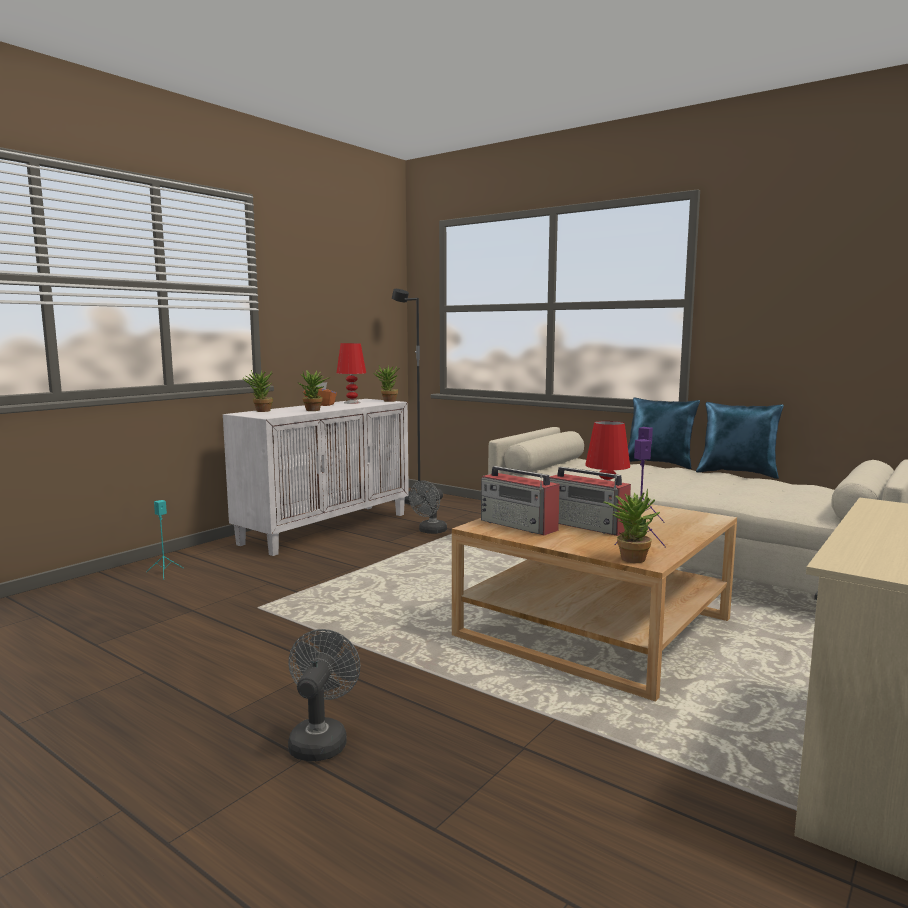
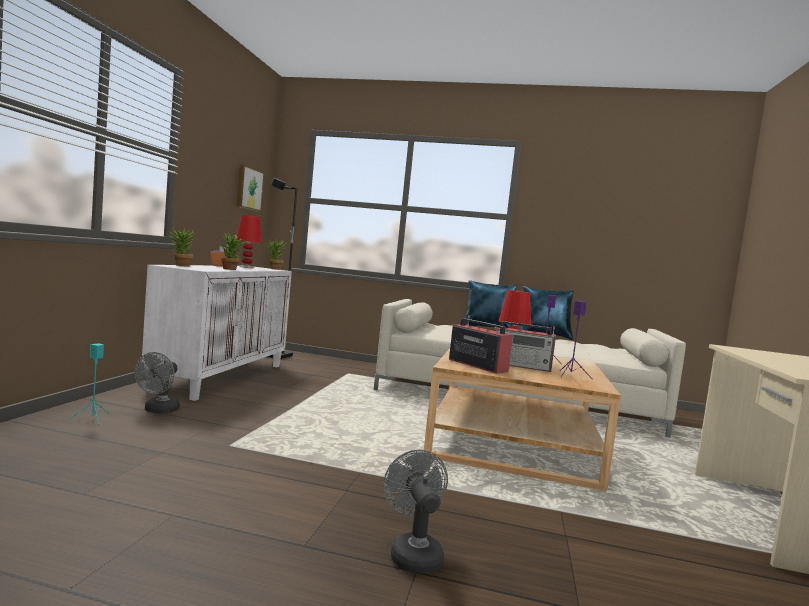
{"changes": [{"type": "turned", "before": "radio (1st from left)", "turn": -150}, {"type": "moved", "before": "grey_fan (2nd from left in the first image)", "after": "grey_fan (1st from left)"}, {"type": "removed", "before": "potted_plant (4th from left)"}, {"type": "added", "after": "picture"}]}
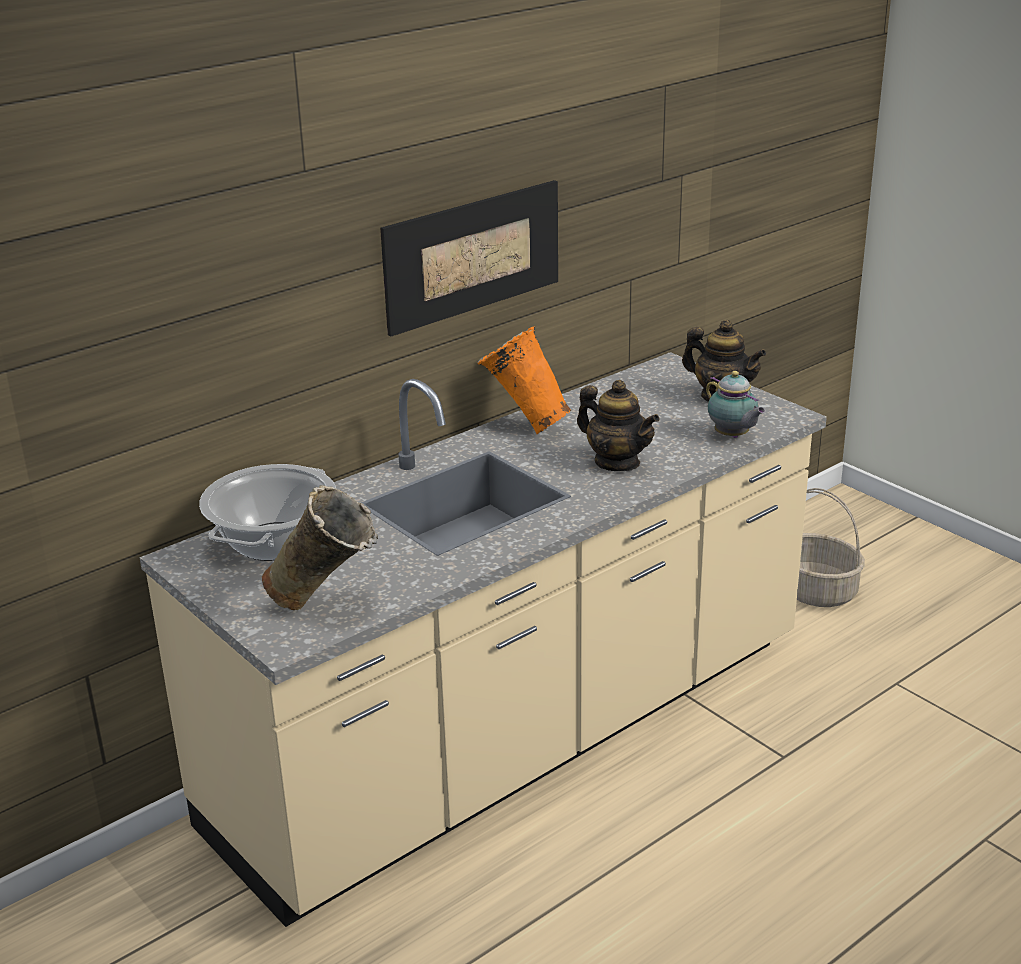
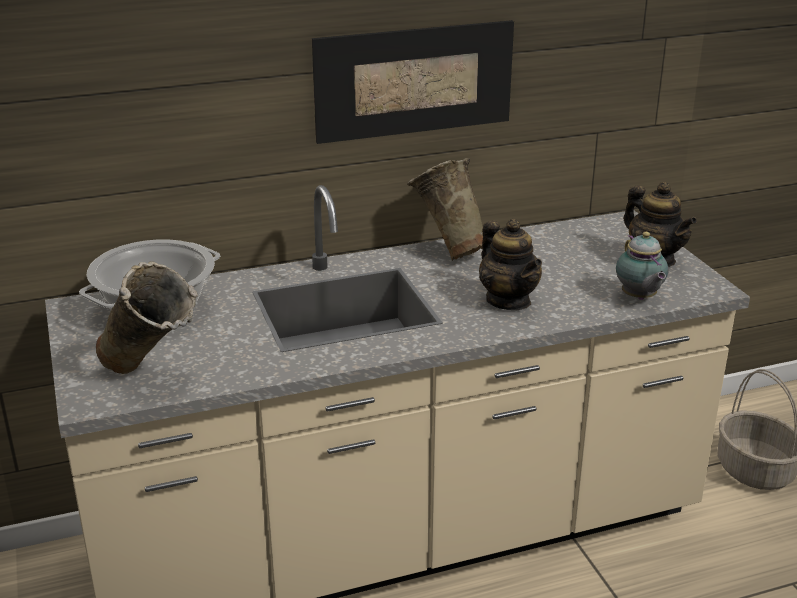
{"changes": [{"type": "recoloured", "before": "orange_vase", "after": "beige_vase (2nd from left)"}]}
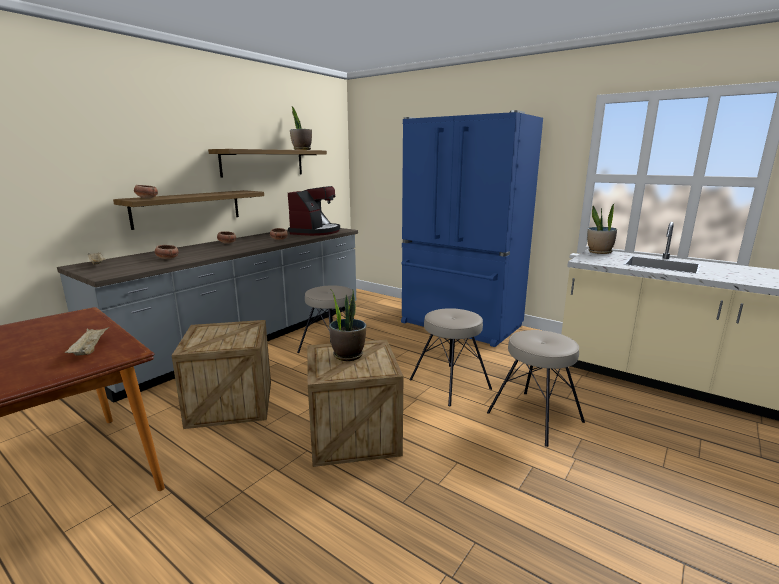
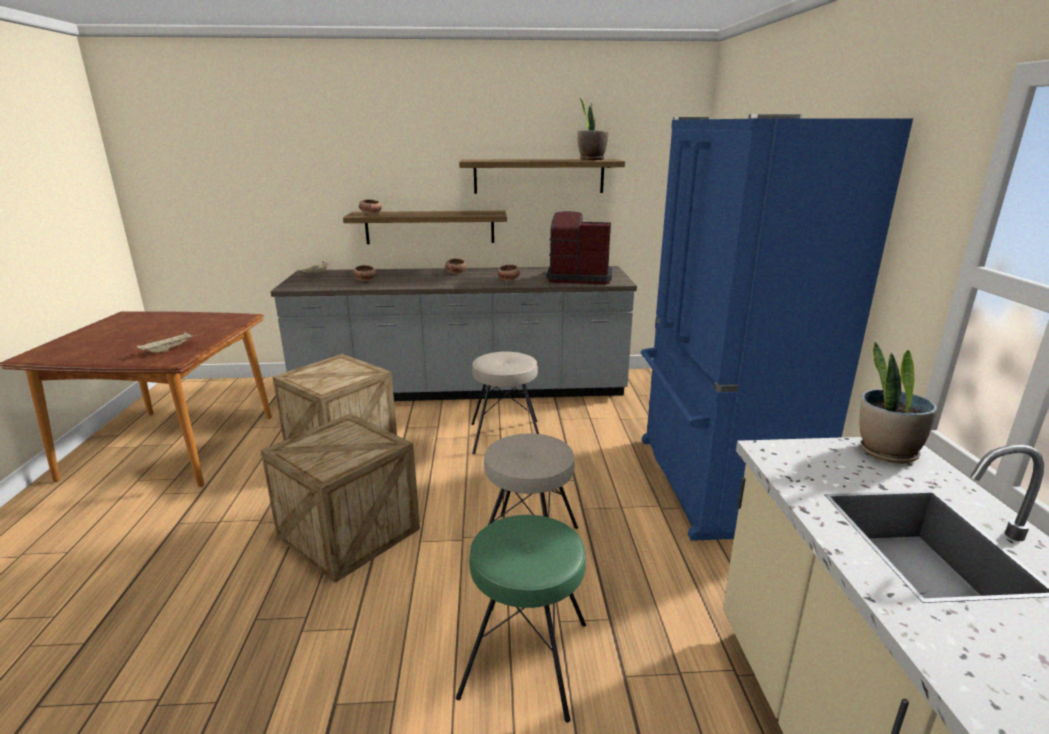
{"changes": [{"type": "turned", "before": "coffee_machine", "turn": -150}, {"type": "removed", "before": "potted_plant (2nd from left)"}, {"type": "recoloured", "before": "beige_stool (3rd from left)", "after": "green_stool"}]}
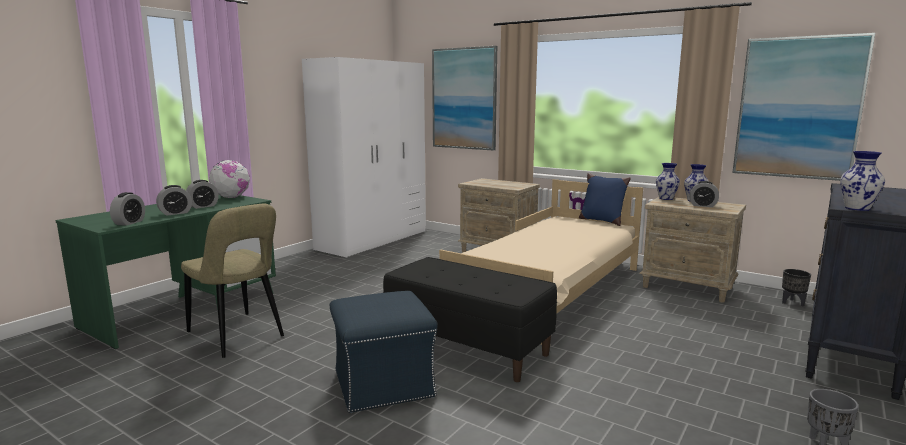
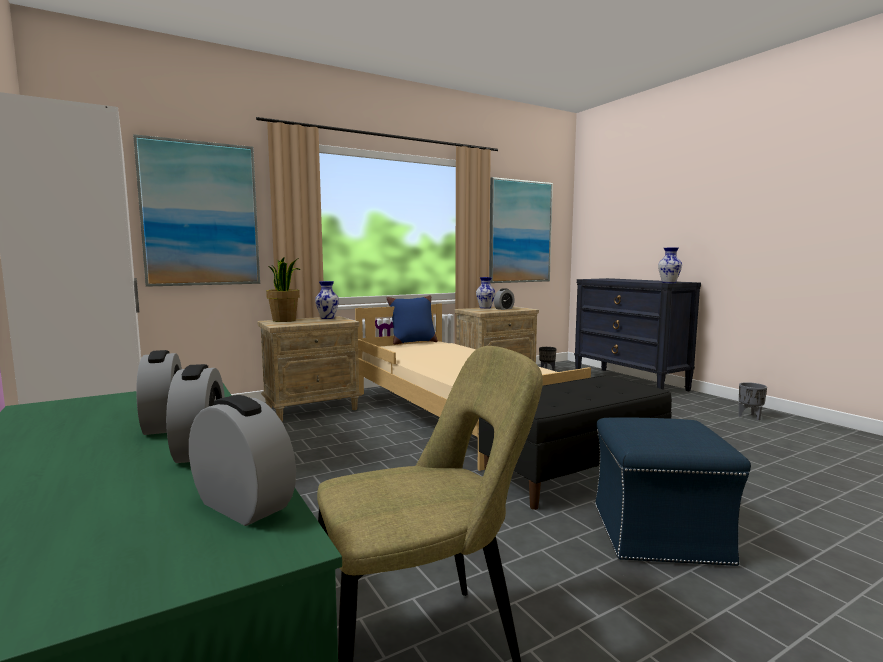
{"changes": [{"type": "removed", "before": "globe"}, {"type": "moved", "before": "vase (1st from left)"}, {"type": "added", "after": "potted_plant"}]}
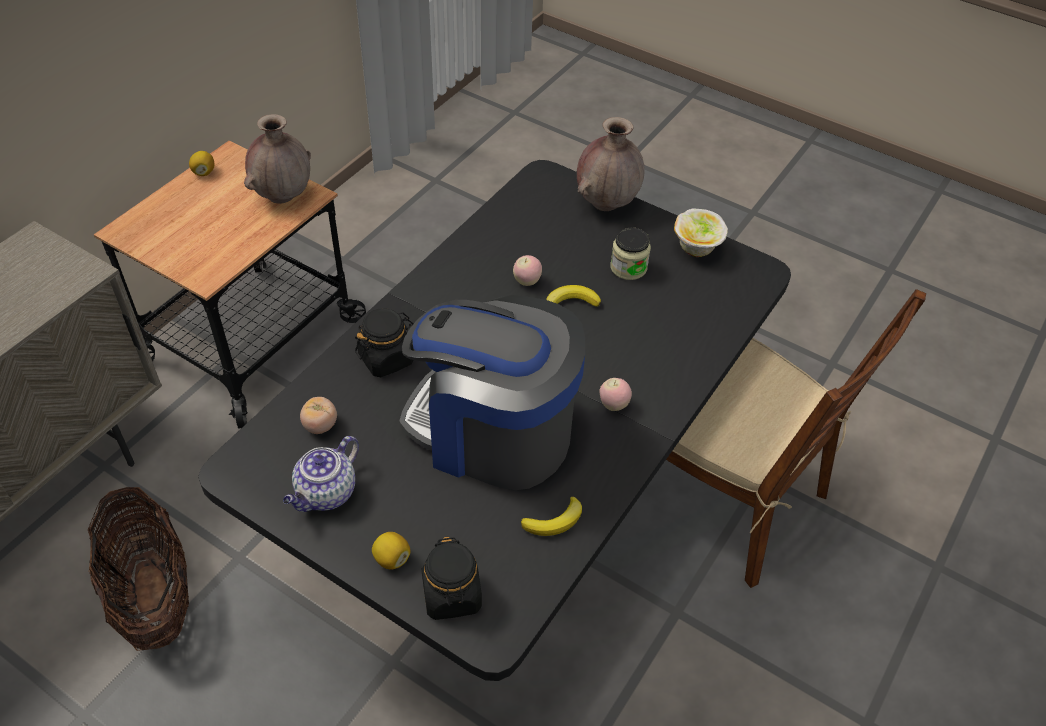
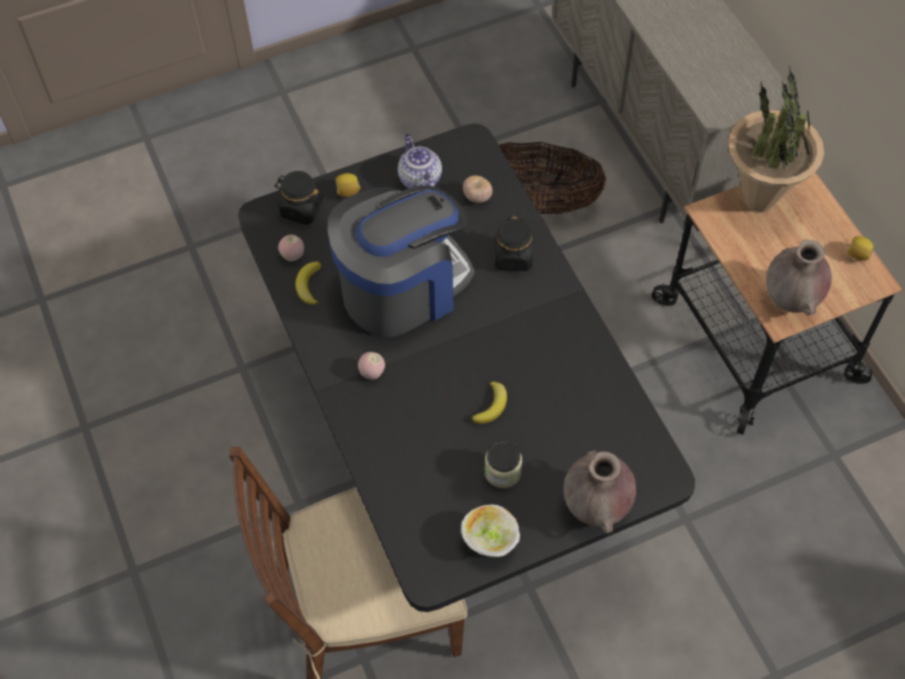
{"changes": [{"type": "moved", "before": "apple (1st from left)"}, {"type": "added", "after": "potted_plant"}]}
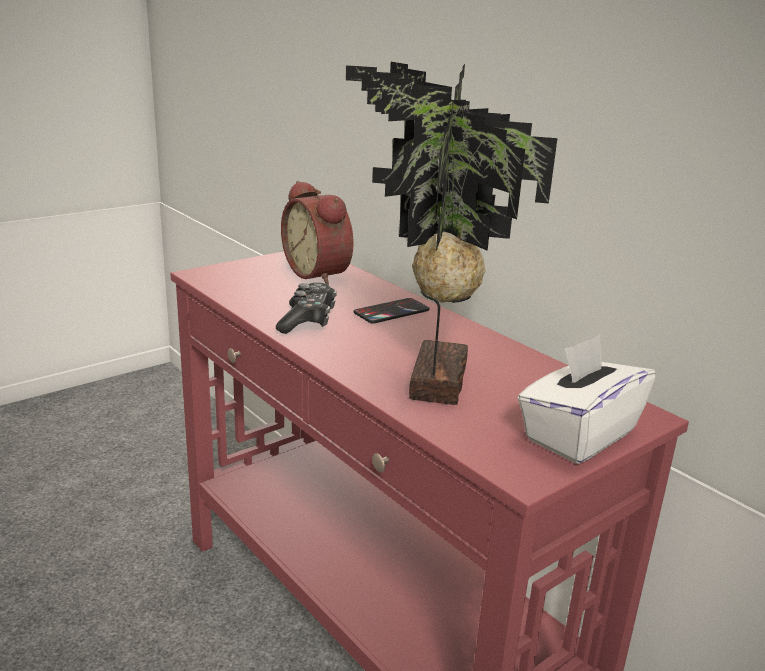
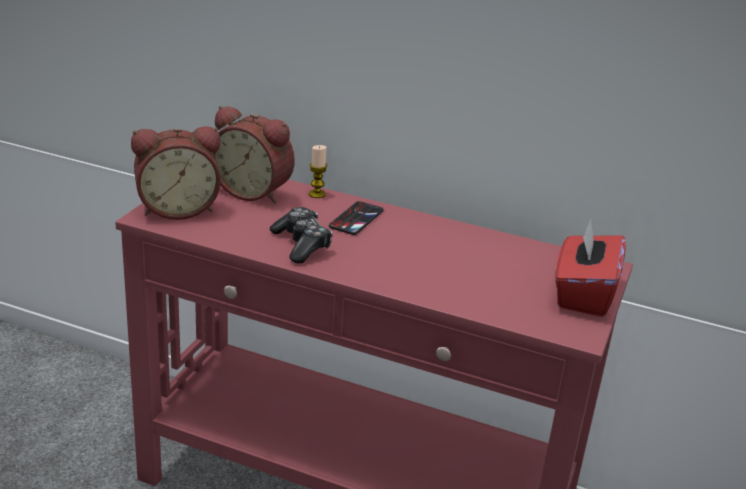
{"changes": [{"type": "removed", "before": "potted_plant"}, {"type": "recoloured", "before": "white_tissue_box", "after": "red_tissue_box"}, {"type": "added", "after": "alarm_clock (1st from left)"}, {"type": "added", "after": "candle"}]}
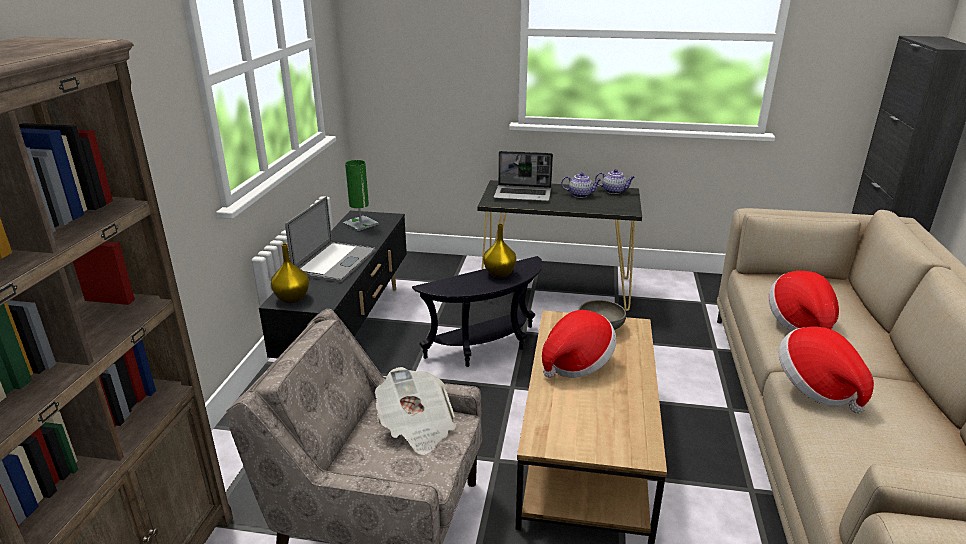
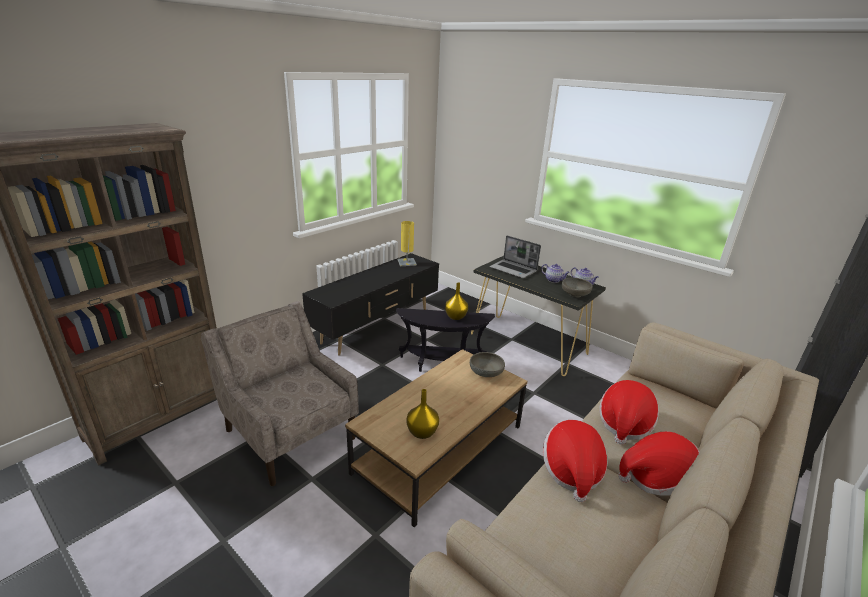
{"changes": [{"type": "recoloured", "before": "green_table_lamp", "after": "yellow_table_lamp"}, {"type": "removed", "before": "laptop (1st from left)"}, {"type": "moved", "before": "yellow_vase (1st from left)"}, {"type": "moved", "before": "hat (1st from left in the first image)", "after": "hat (3rd from left)"}, {"type": "removed", "before": "newspaper"}, {"type": "added", "after": "grey_bowl (2nd from left)"}]}
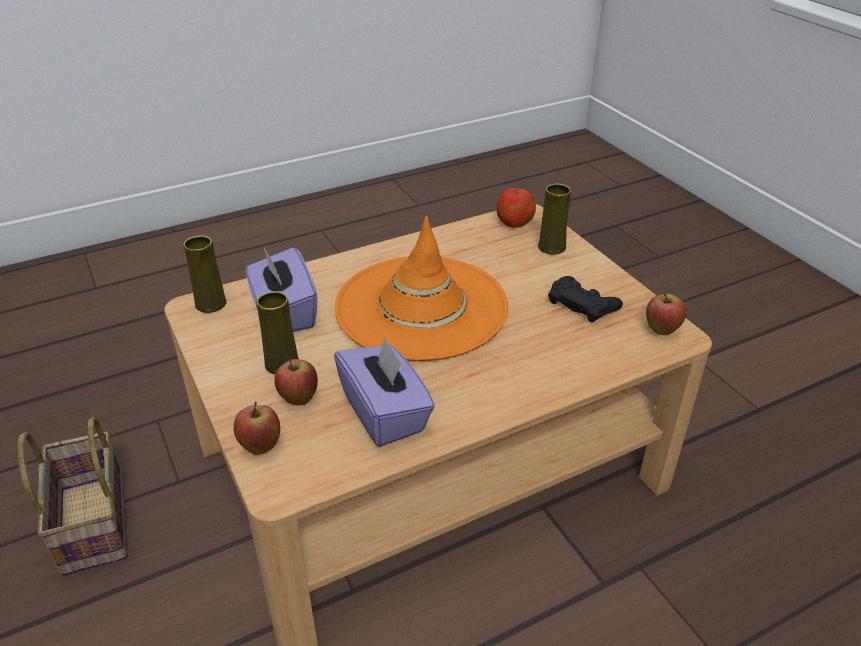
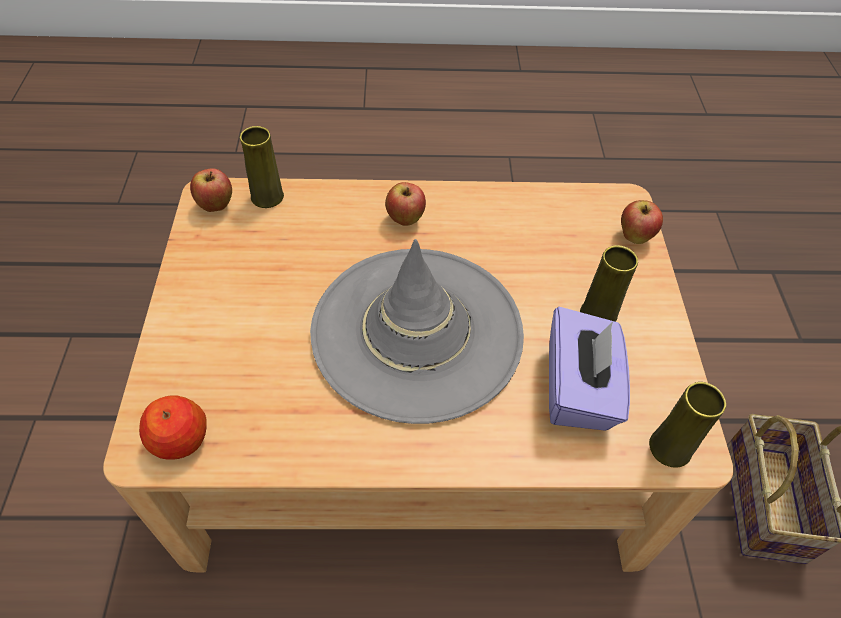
{"changes": [{"type": "moved", "before": "yellow_vase (3rd from left in the first image)", "after": "yellow_vase (1st from left)"}, {"type": "recoloured", "before": "orange_hat", "after": "grey_hat"}, {"type": "removed", "before": "black_game_controller"}, {"type": "removed", "before": "purple_tissue_box (2nd from left)"}, {"type": "moved", "before": "apple (2nd from left in the first image)", "after": "apple (3rd from left)"}]}
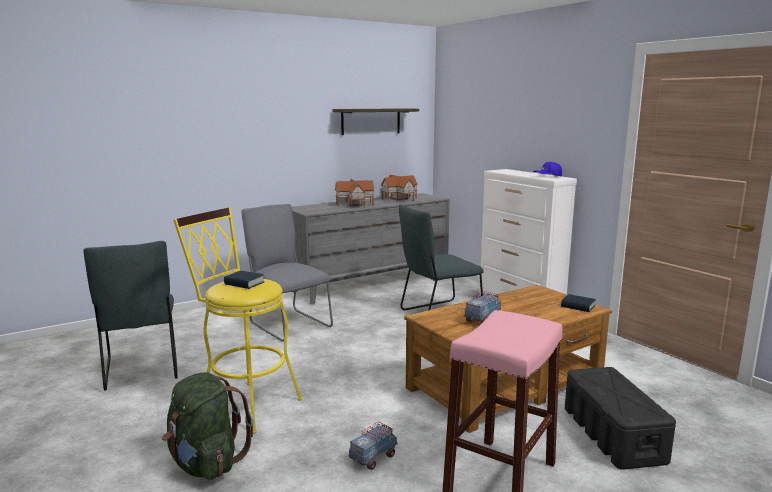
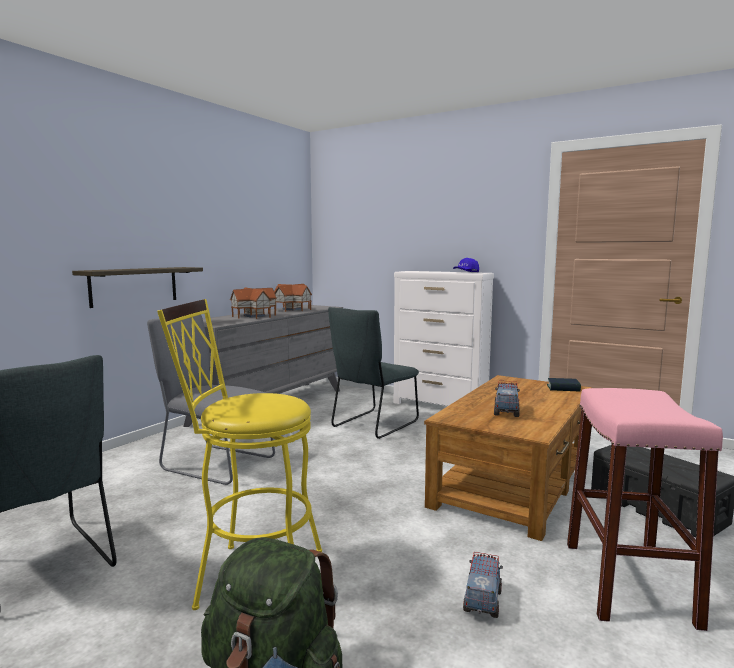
{"changes": [{"type": "moved", "before": "shelf"}, {"type": "removed", "before": "book (1st from left)"}]}
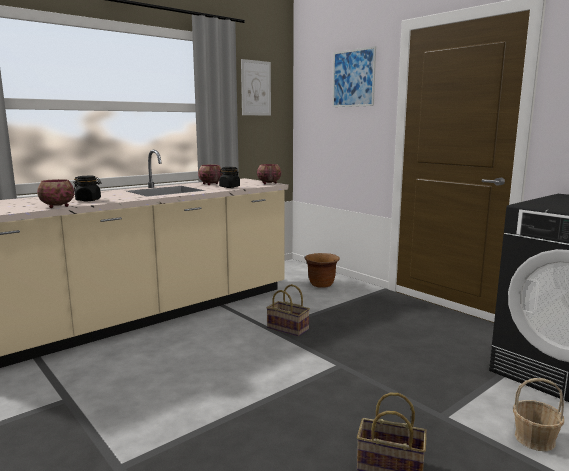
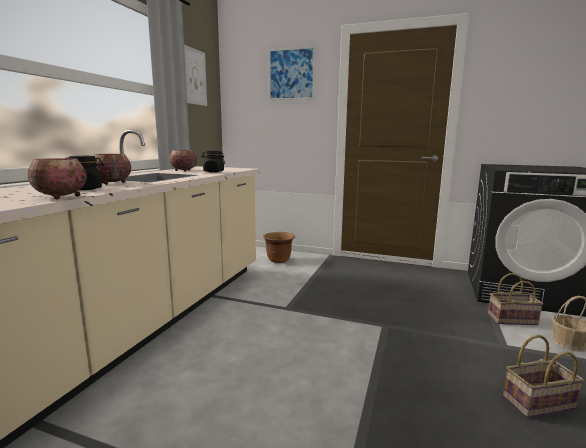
{"changes": [{"type": "moved", "before": "bowl (3rd from left in the first image)", "after": "bowl (2nd from left)"}, {"type": "moved", "before": "basket (1st from left)"}]}
